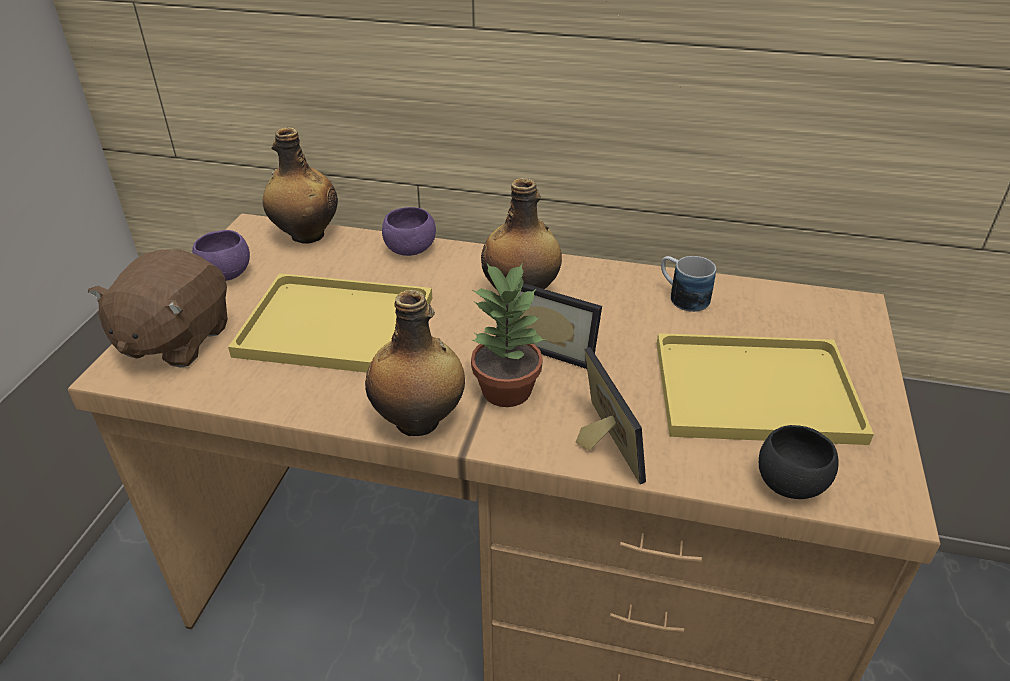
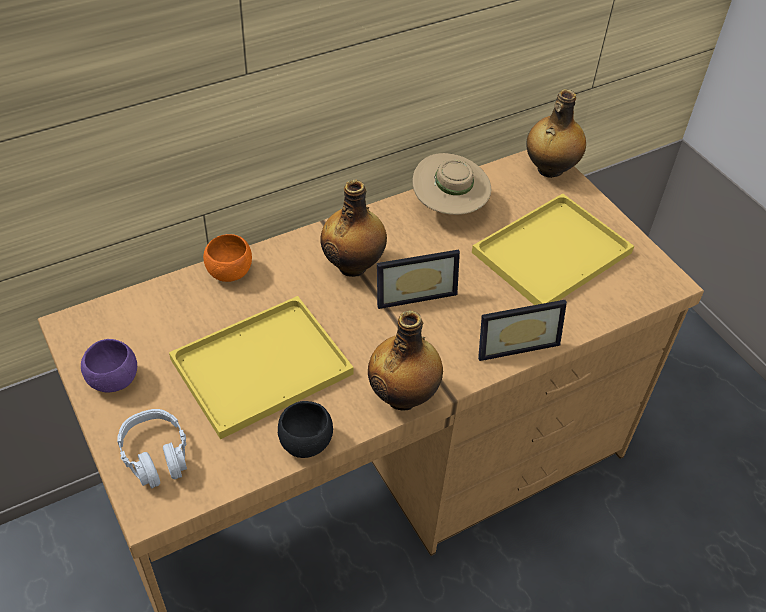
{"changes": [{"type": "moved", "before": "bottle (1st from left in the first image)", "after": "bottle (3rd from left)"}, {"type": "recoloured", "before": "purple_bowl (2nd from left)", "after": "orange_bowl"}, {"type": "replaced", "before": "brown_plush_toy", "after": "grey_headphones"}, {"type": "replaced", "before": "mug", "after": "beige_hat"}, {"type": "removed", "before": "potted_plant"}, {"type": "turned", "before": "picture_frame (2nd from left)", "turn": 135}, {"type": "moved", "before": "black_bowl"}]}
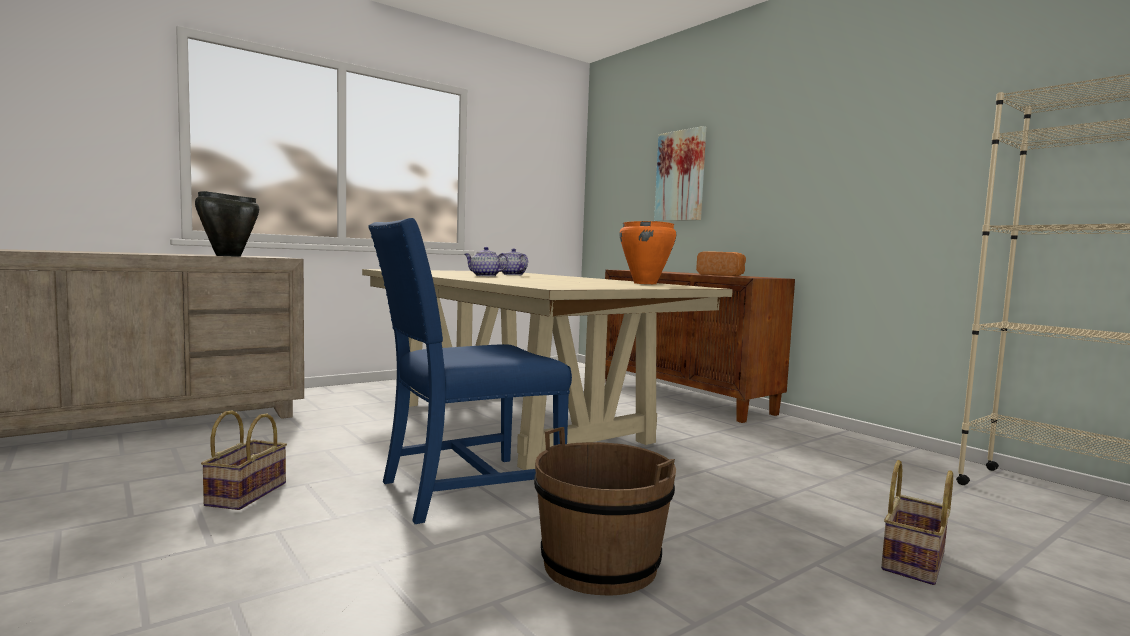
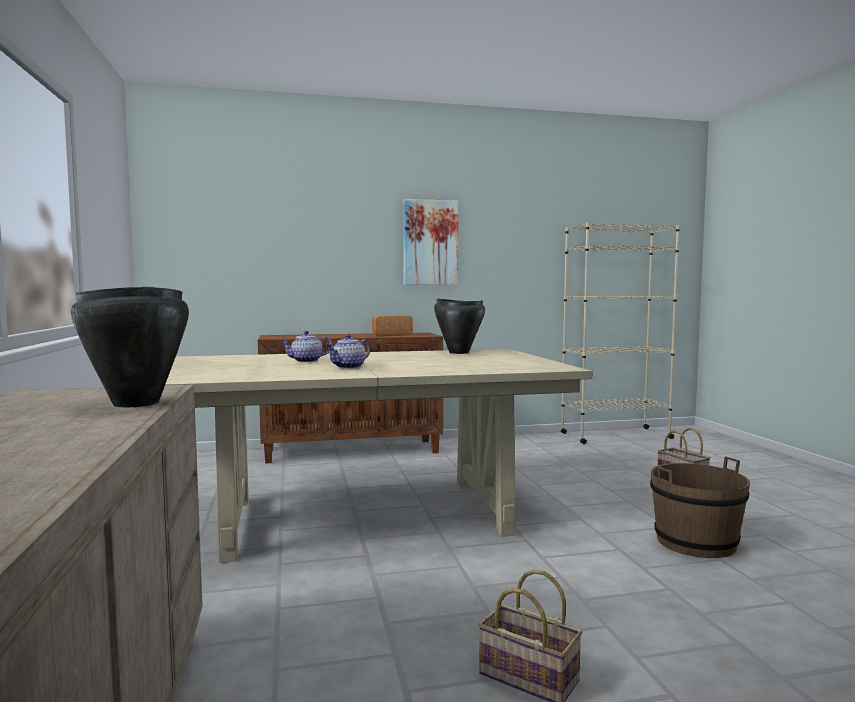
{"changes": [{"type": "moved", "before": "picture"}, {"type": "removed", "before": "blue_chair"}, {"type": "recoloured", "before": "orange_cooking_pot", "after": "black_cooking_pot (2nd from left)"}]}
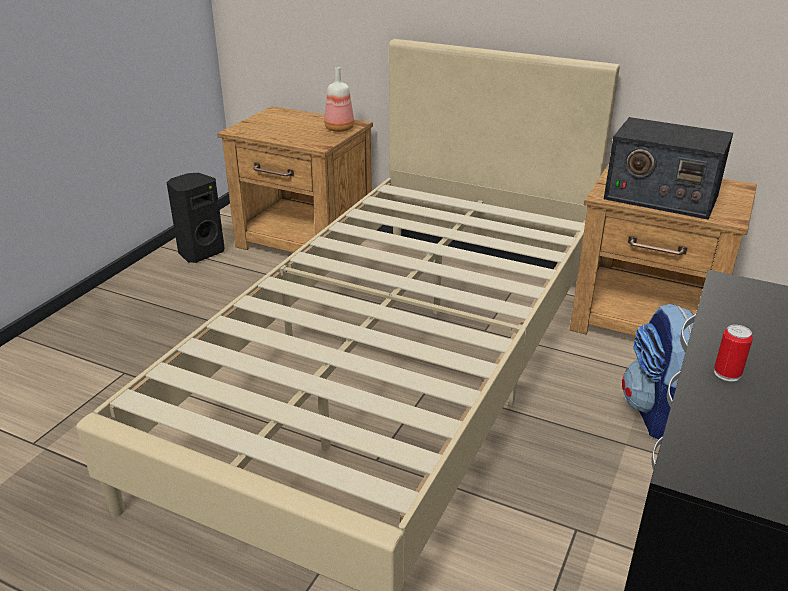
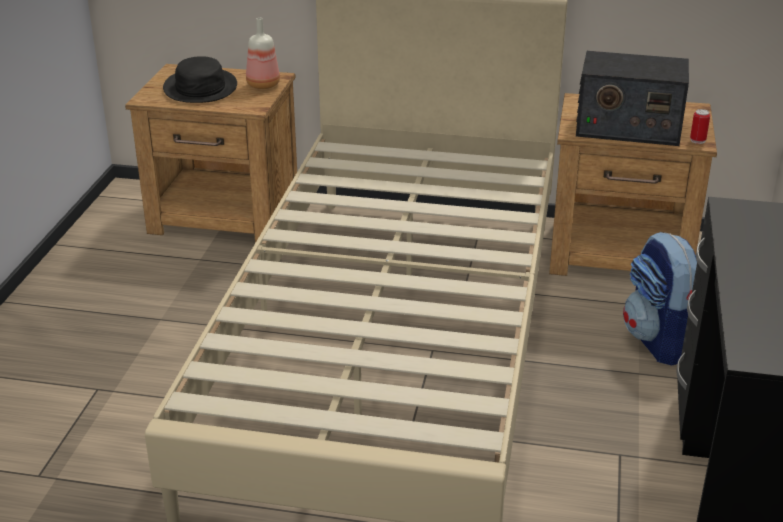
{"changes": [{"type": "removed", "before": "black_speaker"}, {"type": "moved", "before": "can"}, {"type": "added", "after": "black_hat"}]}
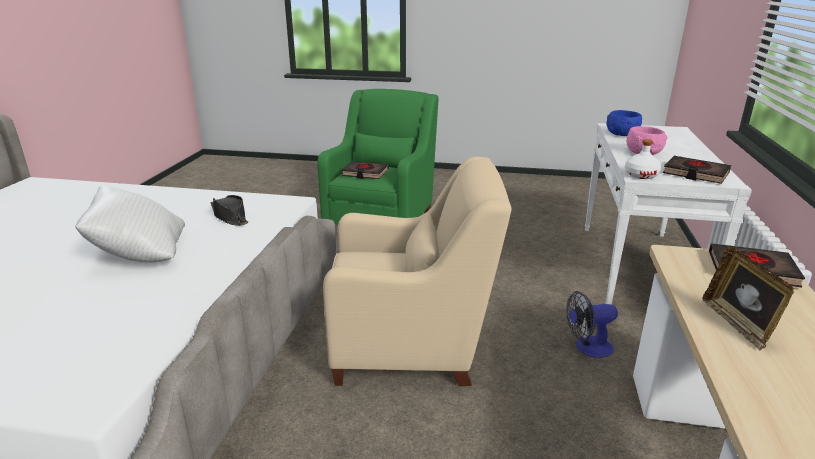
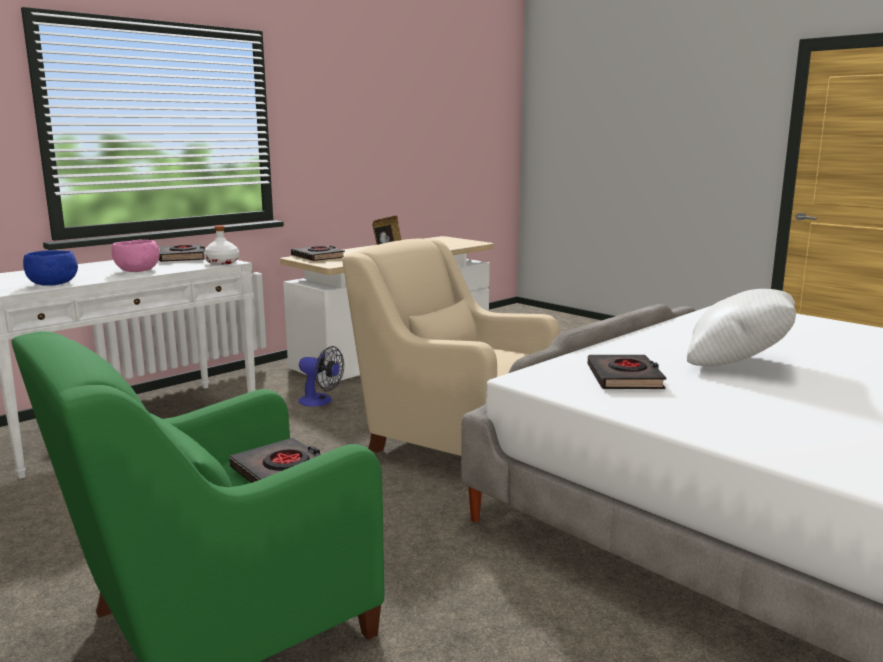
{"changes": [{"type": "replaced", "before": "black_hat", "after": "black_book (4th from left)"}]}
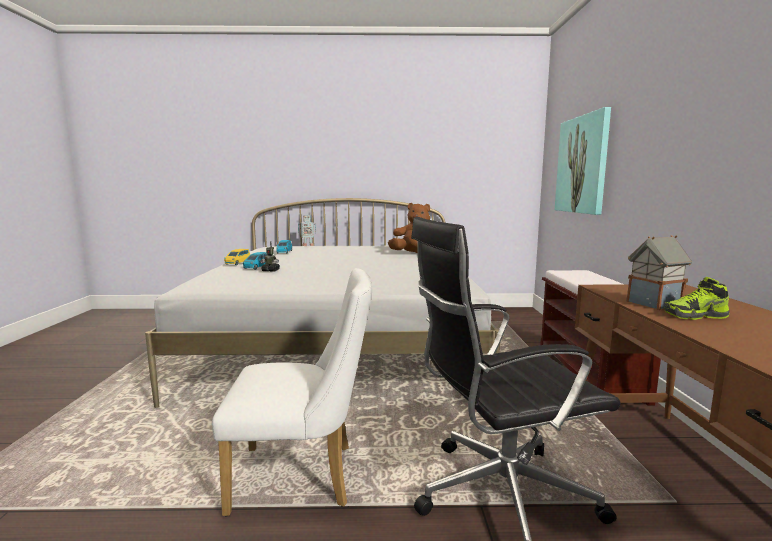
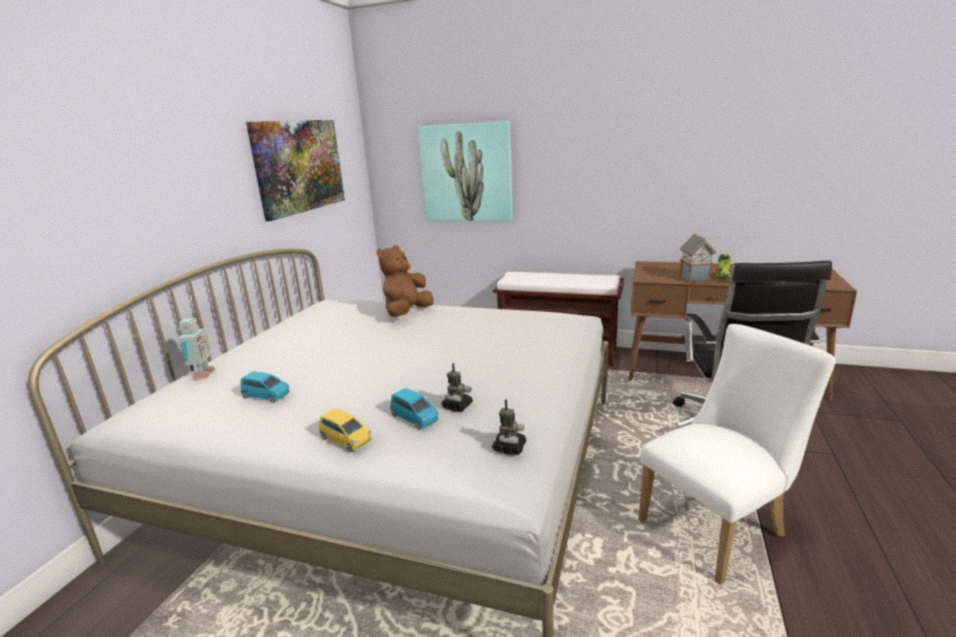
{"changes": [{"type": "turned", "before": "white_chair", "turn": 45}, {"type": "added", "after": "picture (1st from left)"}, {"type": "added", "after": "toy_robot (3rd from left)"}]}
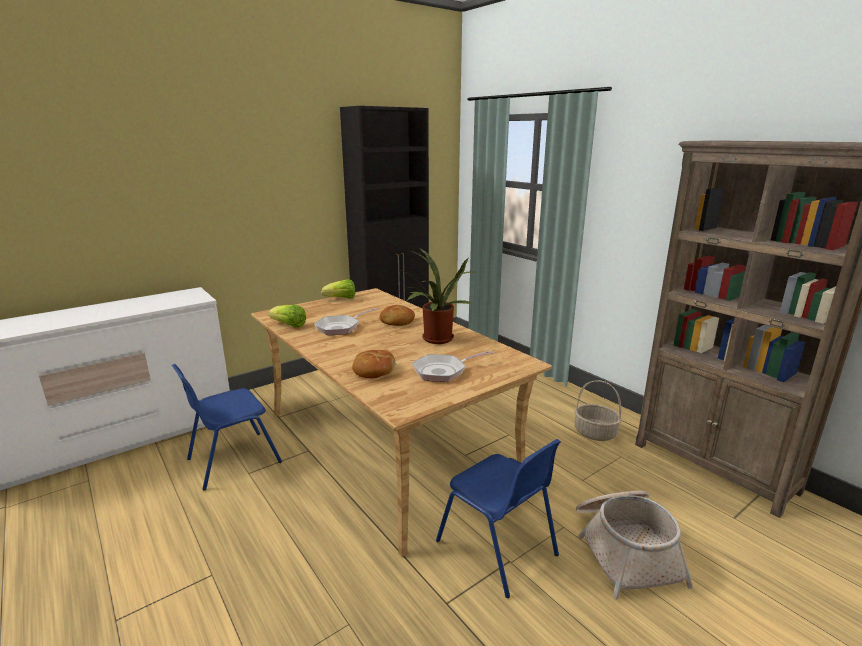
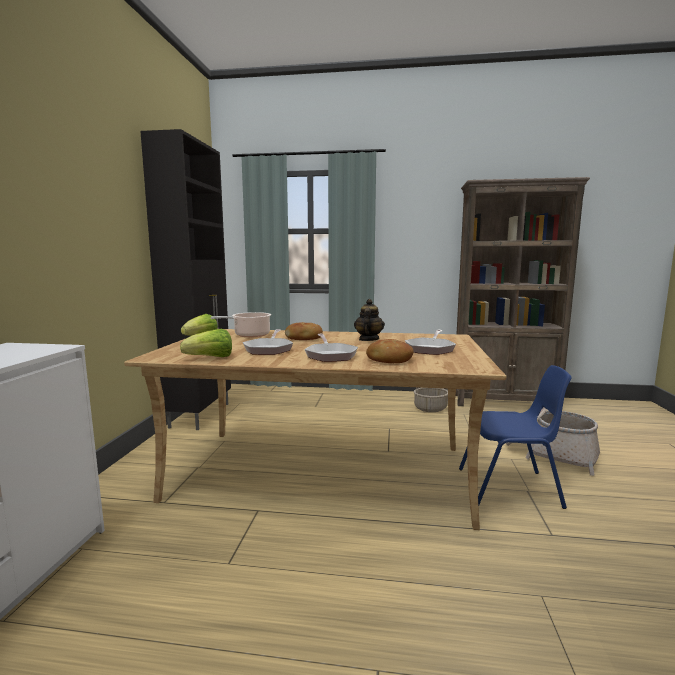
{"changes": [{"type": "replaced", "before": "potted_plant", "after": "teapot"}, {"type": "removed", "before": "blue_chair (1st from left)"}, {"type": "added", "after": "cooking_pot"}, {"type": "added", "after": "frying_pan (2nd from left)"}]}
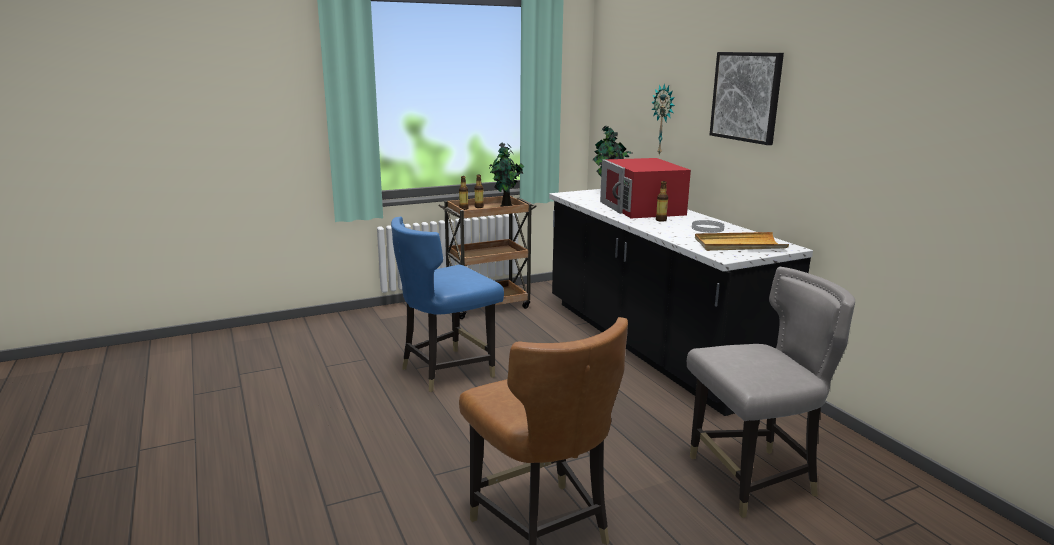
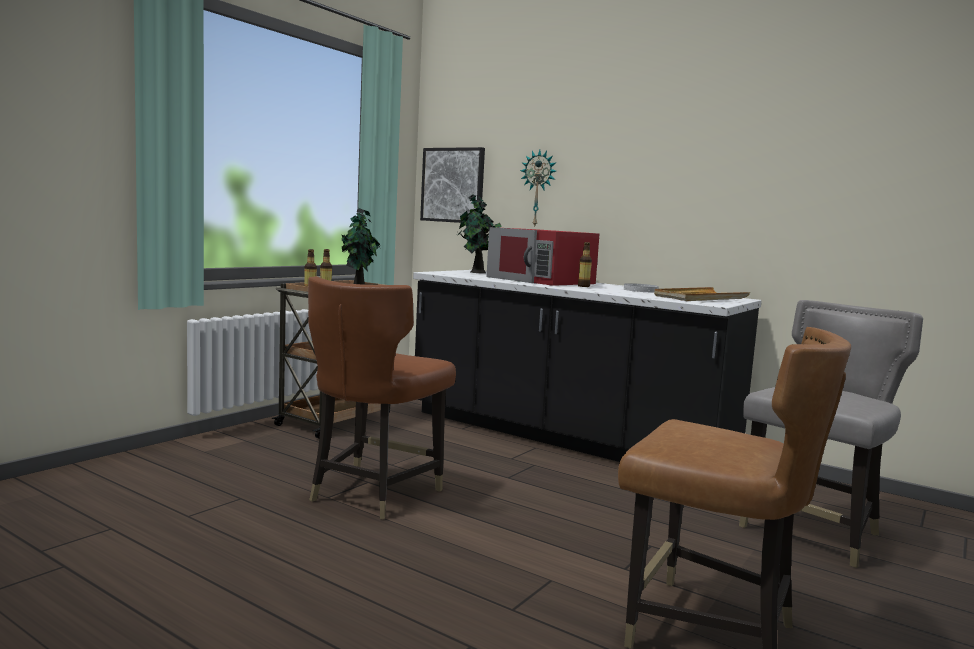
{"changes": [{"type": "moved", "before": "picture"}, {"type": "recoloured", "before": "blue_chair", "after": "brown_chair (1st from left)"}]}
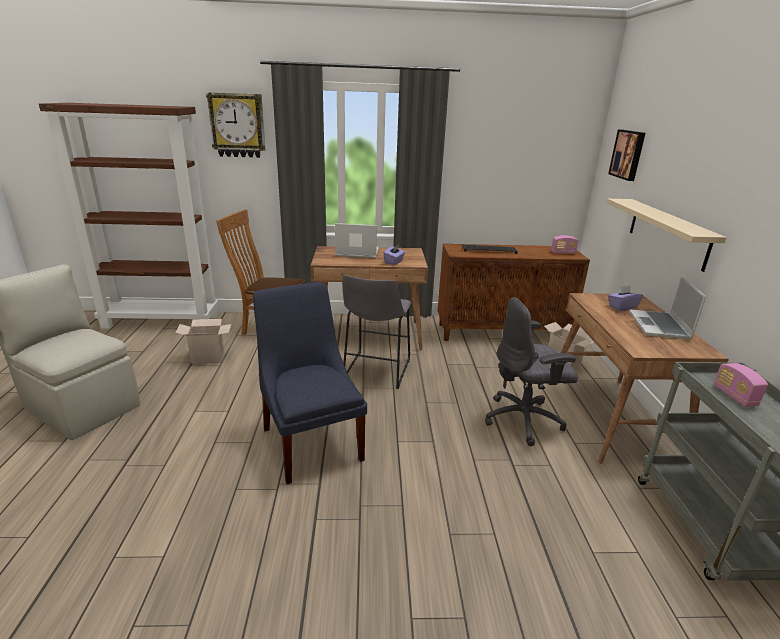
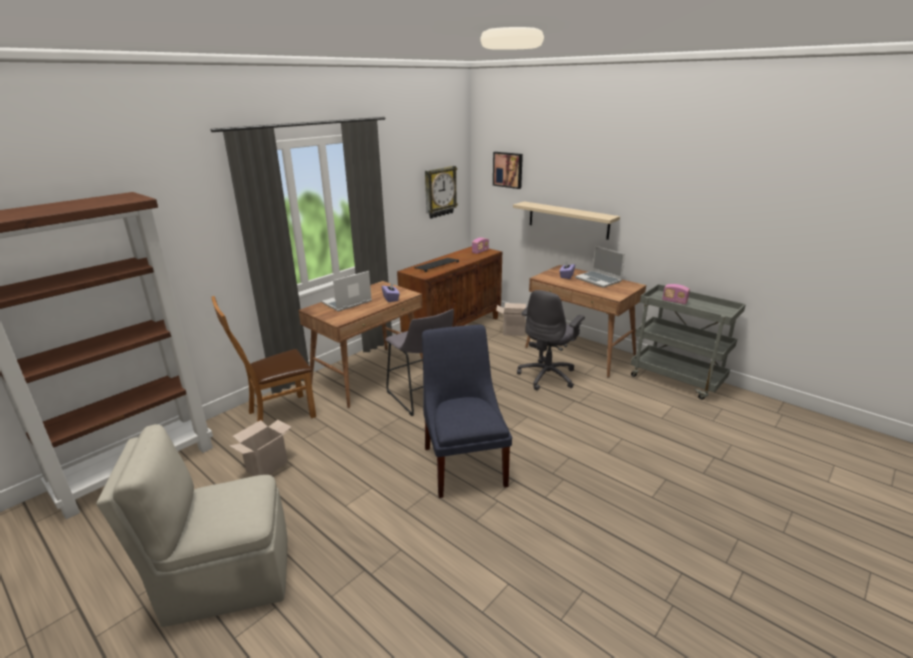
{"changes": [{"type": "moved", "before": "wall_clock"}, {"type": "turned", "before": "blue_chair", "turn": 60}]}
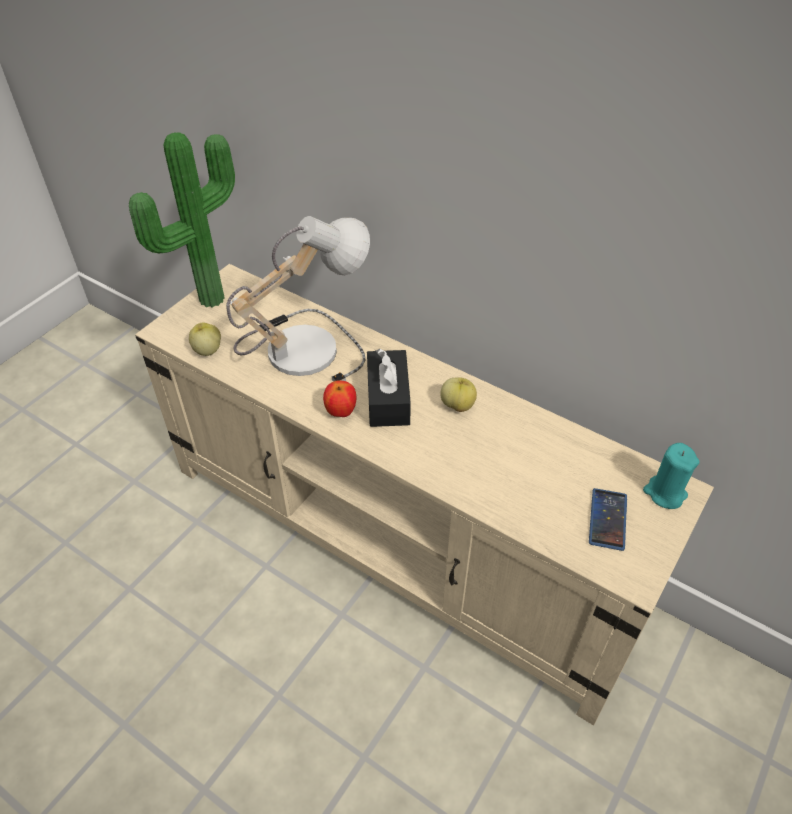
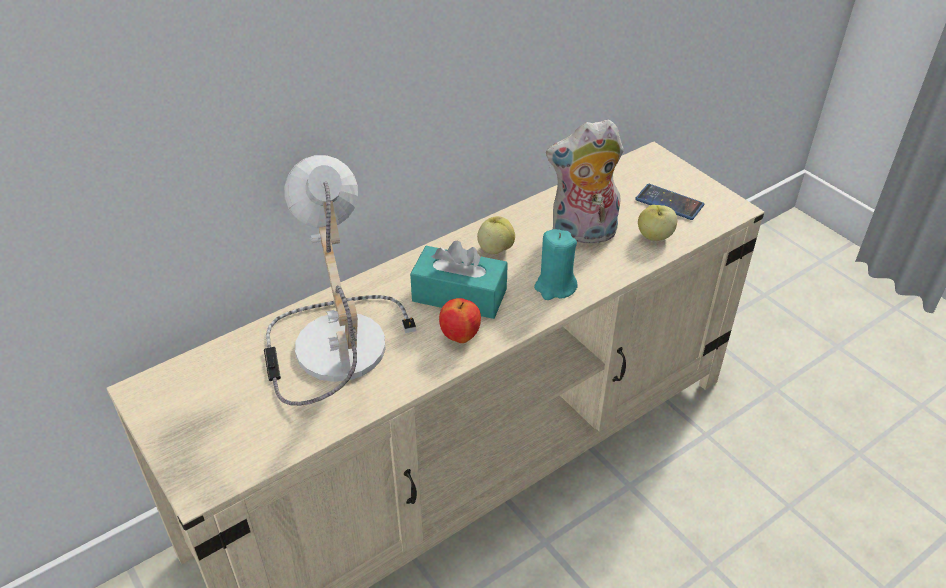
{"changes": [{"type": "removed", "before": "potted_plant"}, {"type": "moved", "before": "apple (1st from left in the first image)", "after": "apple (3rd from left)"}, {"type": "recoloured", "before": "black_tissue_box", "after": "turquoise_tissue_box"}, {"type": "moved", "before": "turquoise_candle"}, {"type": "added", "after": "plush_toy"}]}
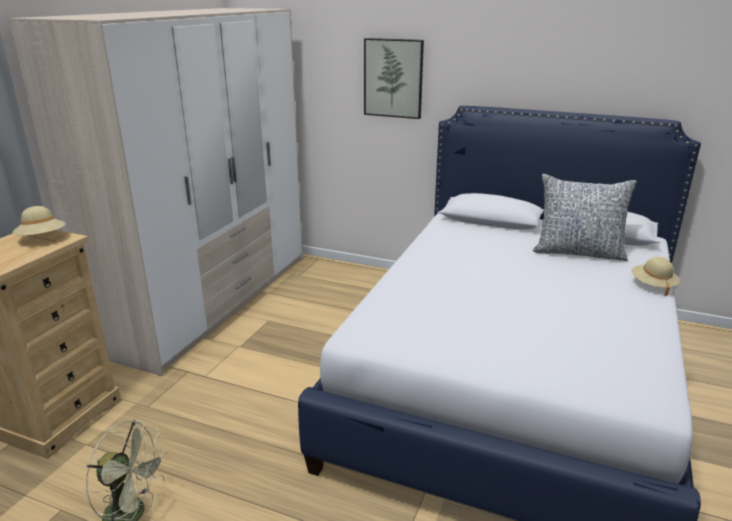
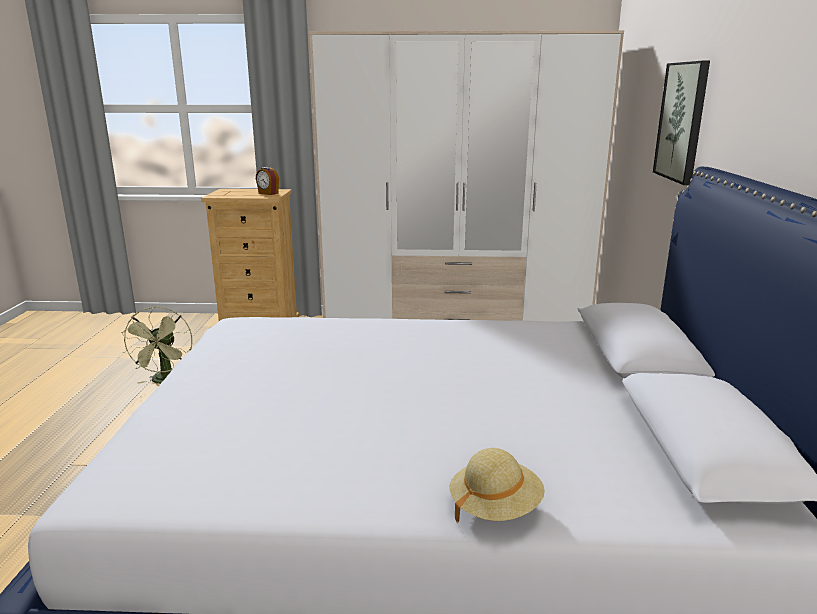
{"changes": [{"type": "removed", "before": "pillow"}, {"type": "replaced", "before": "beige_hat (1st from left)", "after": "alarm_clock"}]}
